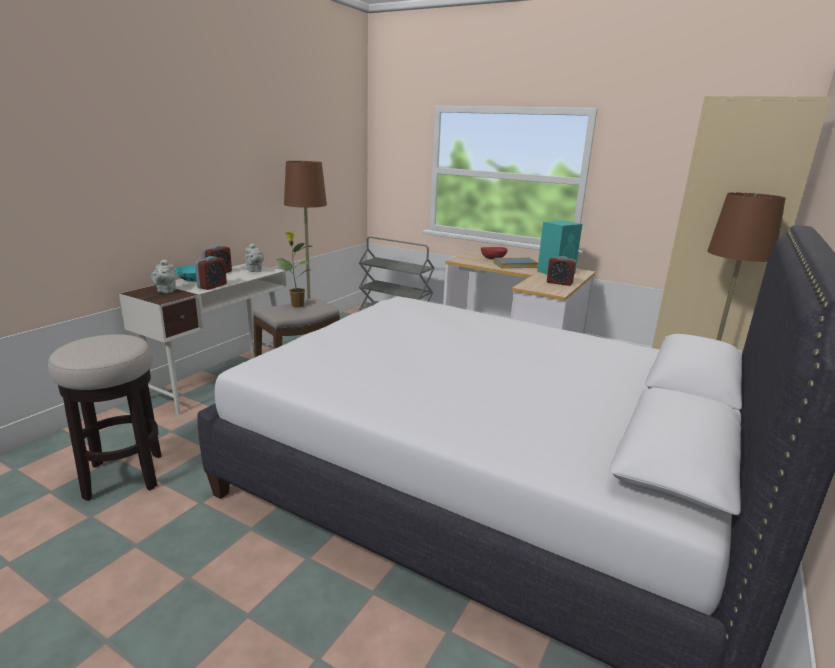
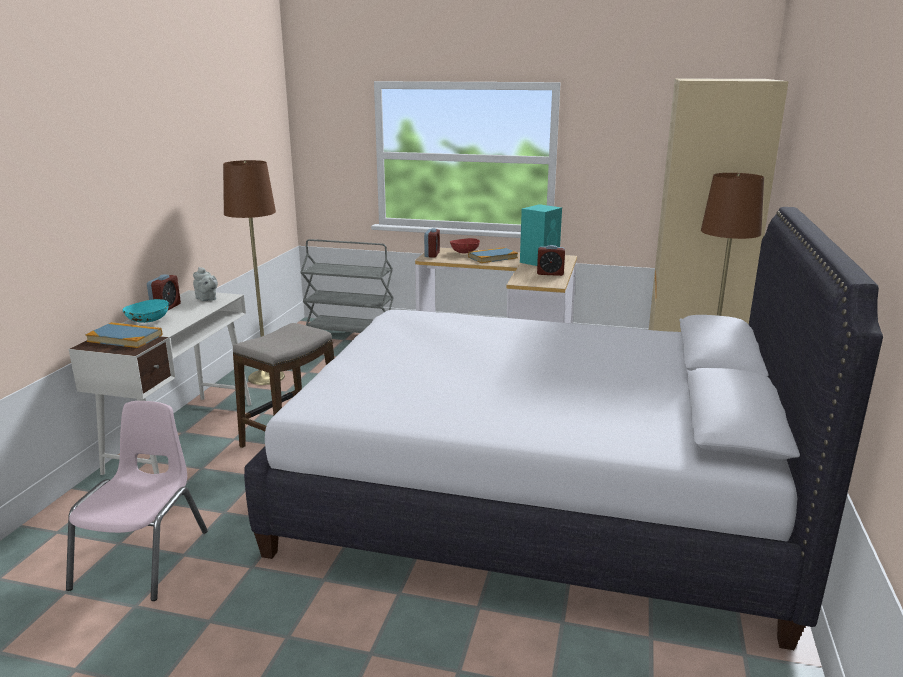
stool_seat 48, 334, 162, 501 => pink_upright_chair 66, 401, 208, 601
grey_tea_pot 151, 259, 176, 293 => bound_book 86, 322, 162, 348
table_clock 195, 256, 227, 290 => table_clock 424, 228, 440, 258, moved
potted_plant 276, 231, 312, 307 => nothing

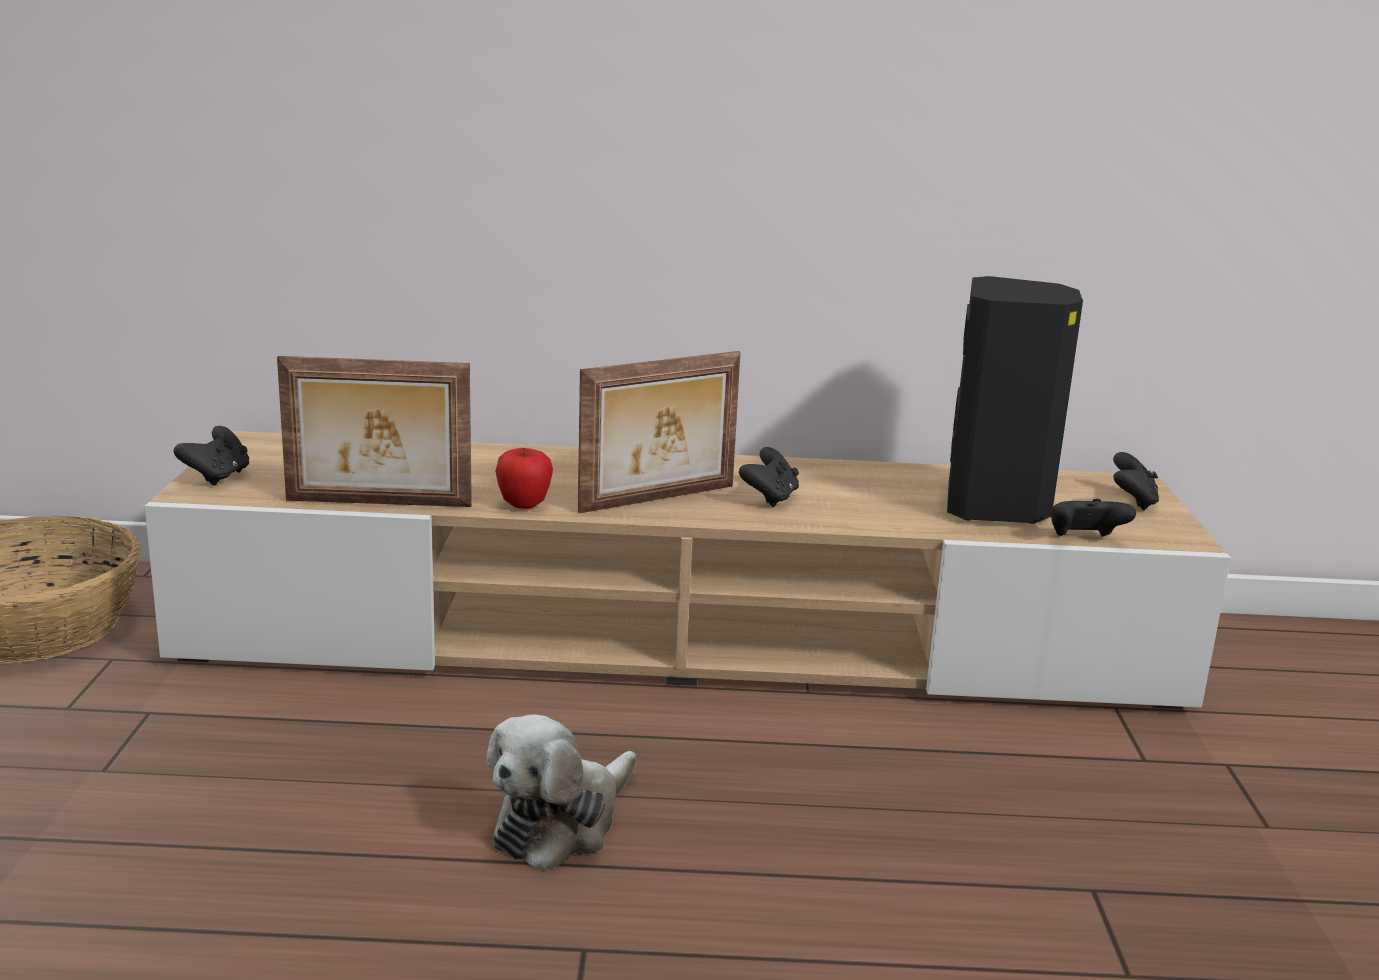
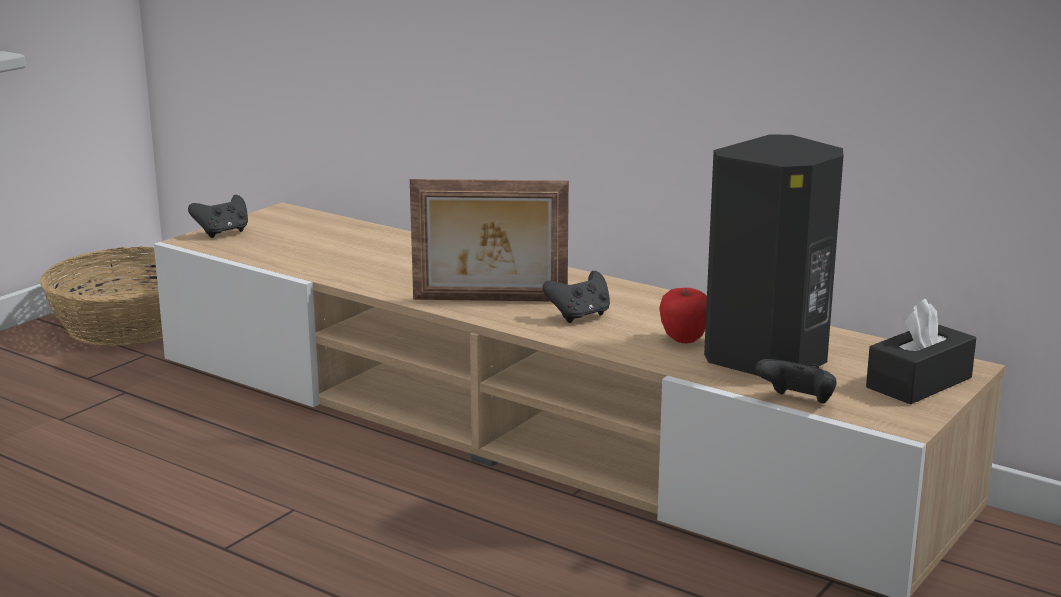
photo_frame 277, 356, 472, 507 => nothing
soft_toy 487, 714, 636, 871 => nothing
apple 495, 448, 553, 509 => apple 659, 288, 707, 343, moved
black-coloured_joypad 1113, 452, 1159, 511 => black-coloured_tissue_holder 866, 299, 976, 404

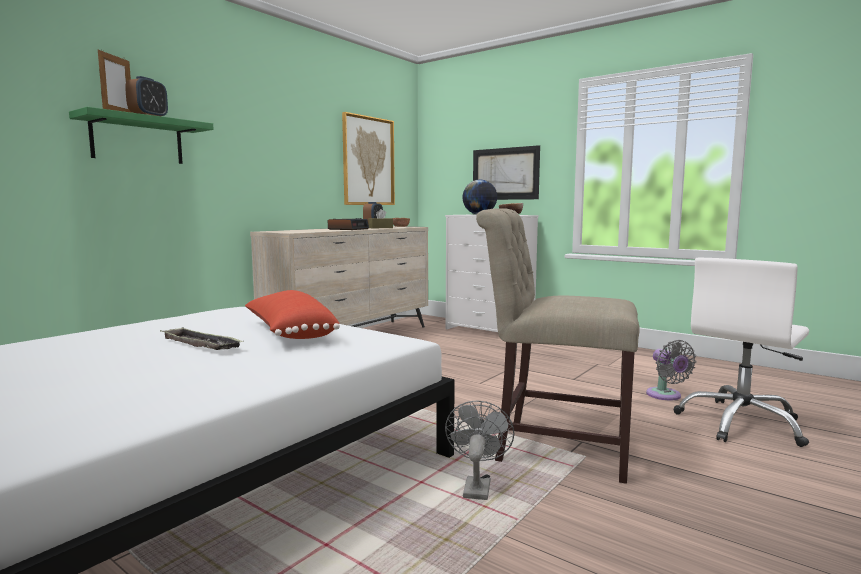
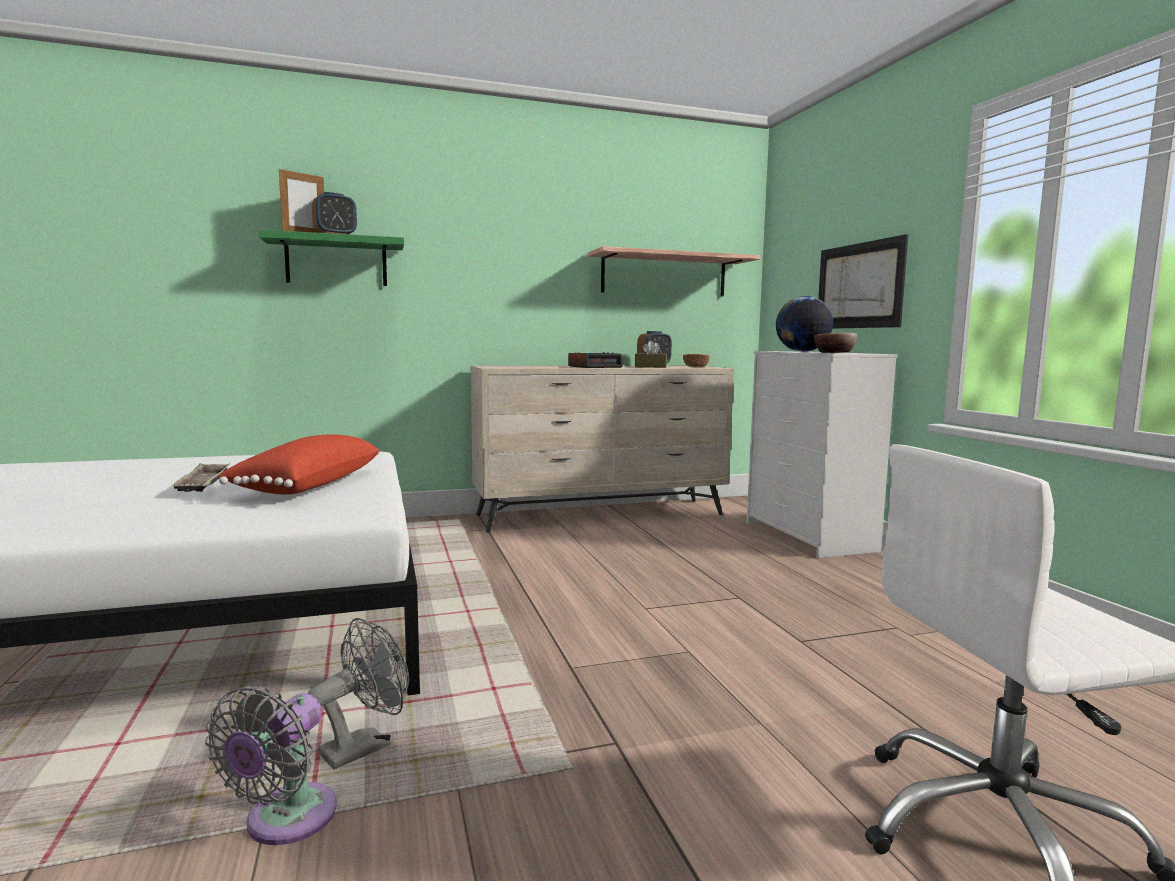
picture 342, 112, 395, 205 => wall_shelf 588, 246, 760, 297
sand-coloured_upright_chair 476, 208, 640, 484 => nothing
grey_cooling_fan 646, 340, 697, 400 => grey_cooling_fan 205, 686, 337, 845, moved

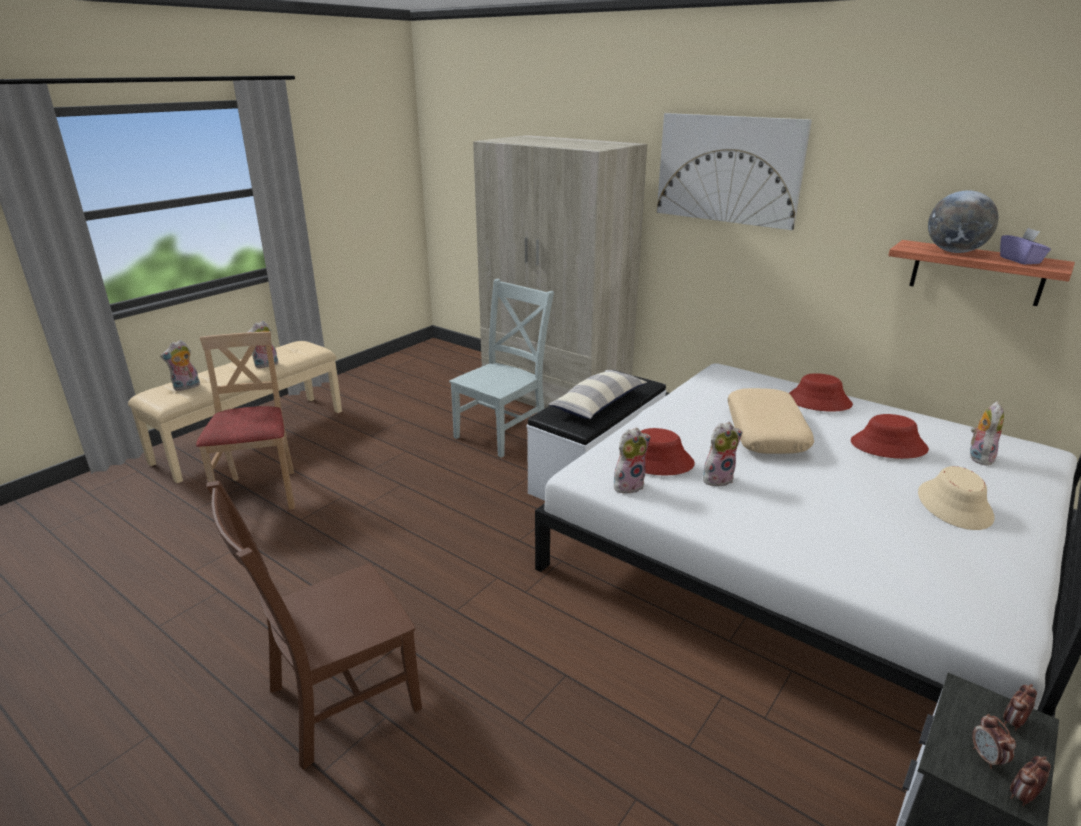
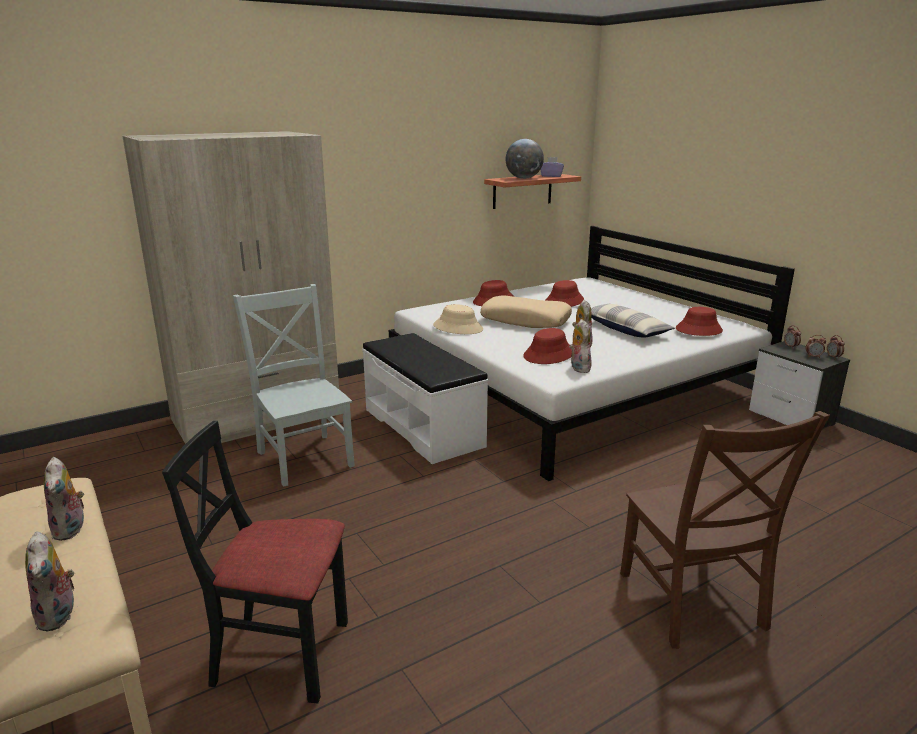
sand-coloured_upright_chair 196, 332, 295, 510 => black-coloured_upright_chair 162, 421, 348, 703
cushion 548, 370, 647, 419 => cushion 591, 304, 675, 338, moved
picture 657, 113, 812, 230 => nothing
sand-coloured_wearable_hat 918, 466, 995, 530 => sand-coloured_wearable_hat 433, 304, 483, 334, moved
soft_toy 970, 402, 1004, 465 => nothing
nothing => red_wearable_hat 676, 307, 723, 336

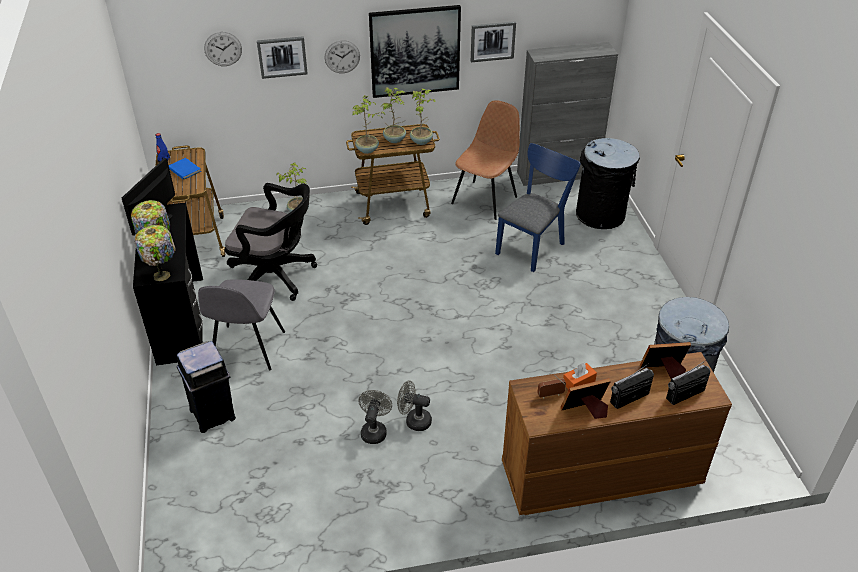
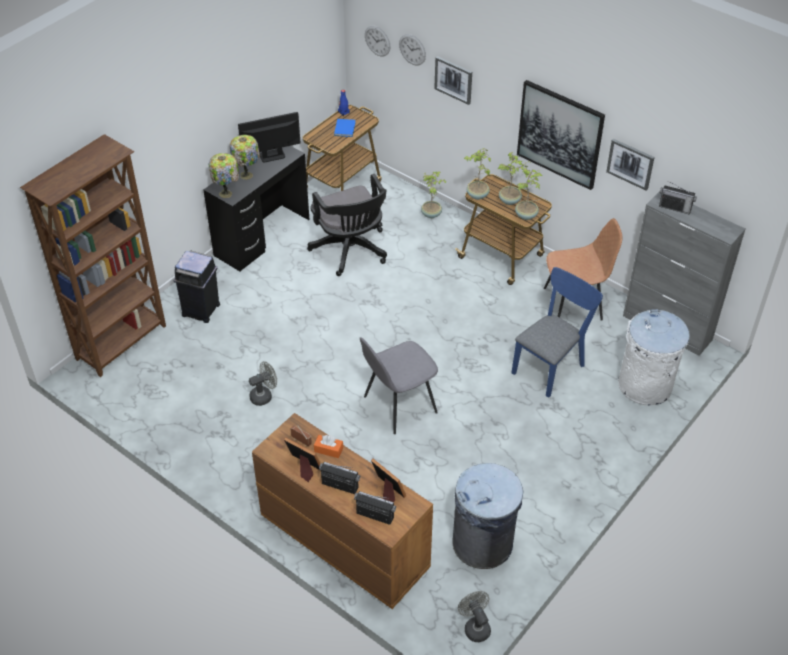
grey_upright_chair 198, 279, 285, 371 => grey_upright_chair 360, 337, 438, 434, moved
wall_clock 324, 40, 360, 73 => wall_clock 365, 26, 390, 56, moved
grey_cooling_fan 397, 381, 432, 431 => grey_cooling_fan 458, 591, 491, 642, moved
bluish_upright_chair 495, 143, 580, 272 => bluish_upright_chair 511, 267, 603, 398, 45 degrees counterclockwise
black-coloured_trash_can 576, 138, 640, 229 => white-coloured_trash_can 618, 309, 690, 406
nothing => brown_bookshelf 20, 134, 166, 377
nothing => radio 659, 181, 697, 215

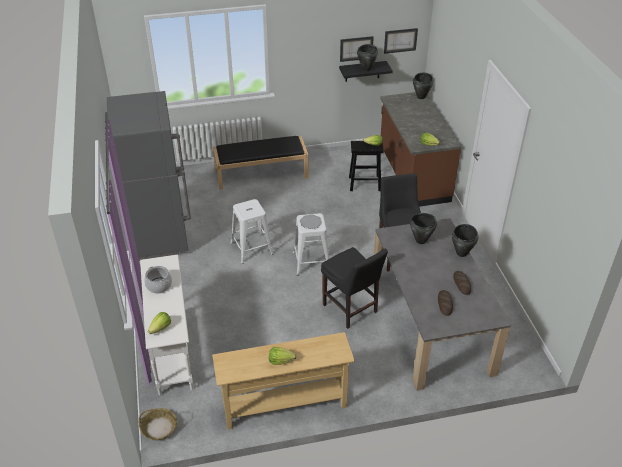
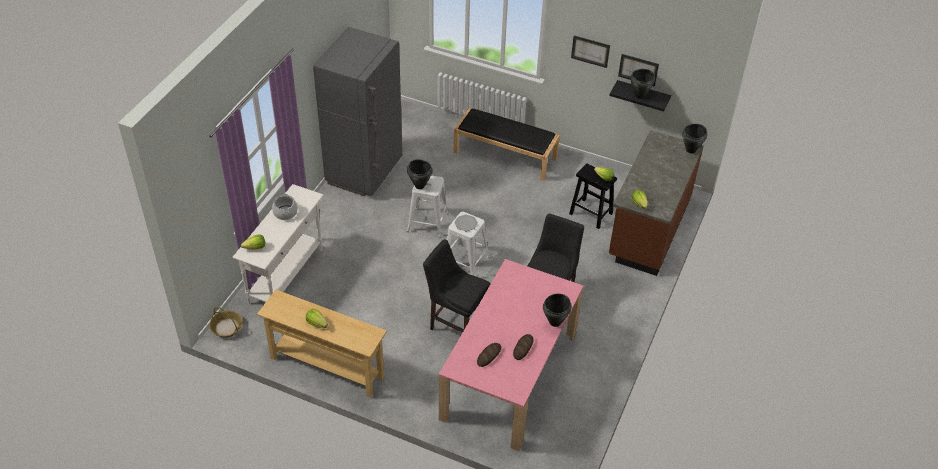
black-coloured_upright_chair 321, 247, 388, 329 => black-coloured_upright_chair 423, 239, 490, 333, 120 degrees clockwise
grey_dining_table 374, 218, 511, 391 => pink_dining_table 439, 259, 583, 451
picture 384, 28, 418, 54 => picture 571, 36, 610, 68, moved
black-coloured_stockpot 410, 213, 437, 244 => black-coloured_stockpot 407, 159, 433, 189, moved

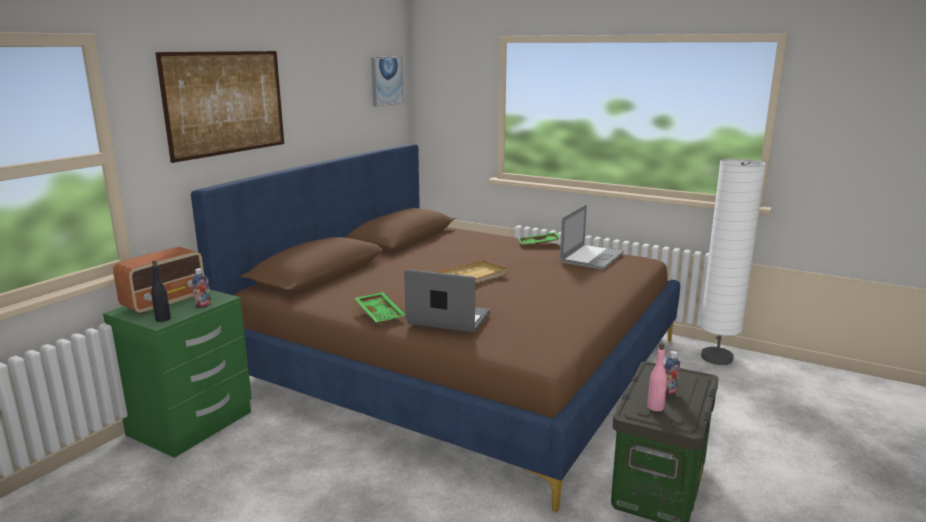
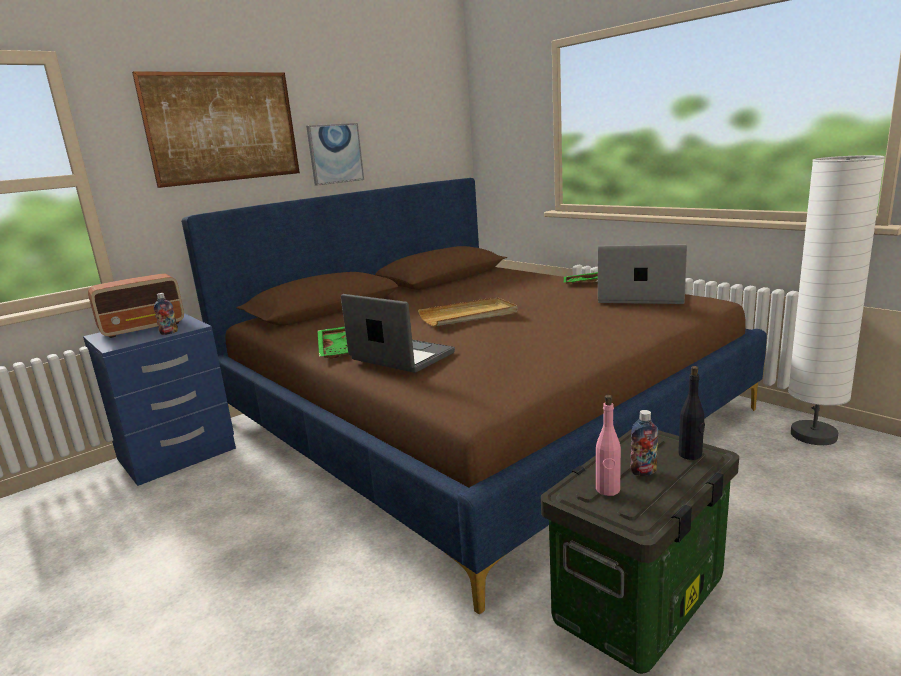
greenish_nightstand 103, 289, 252, 458 => bluish_nightstand 83, 313, 236, 486
black-coloured_beverage_bottle 151, 260, 171, 322 => black-coloured_beverage_bottle 678, 366, 705, 460, moved
picture 371, 56, 403, 107 => picture 306, 123, 364, 186, moved
portable_computer 560, 204, 624, 270 => portable_computer 598, 244, 687, 304, 120 degrees counterclockwise

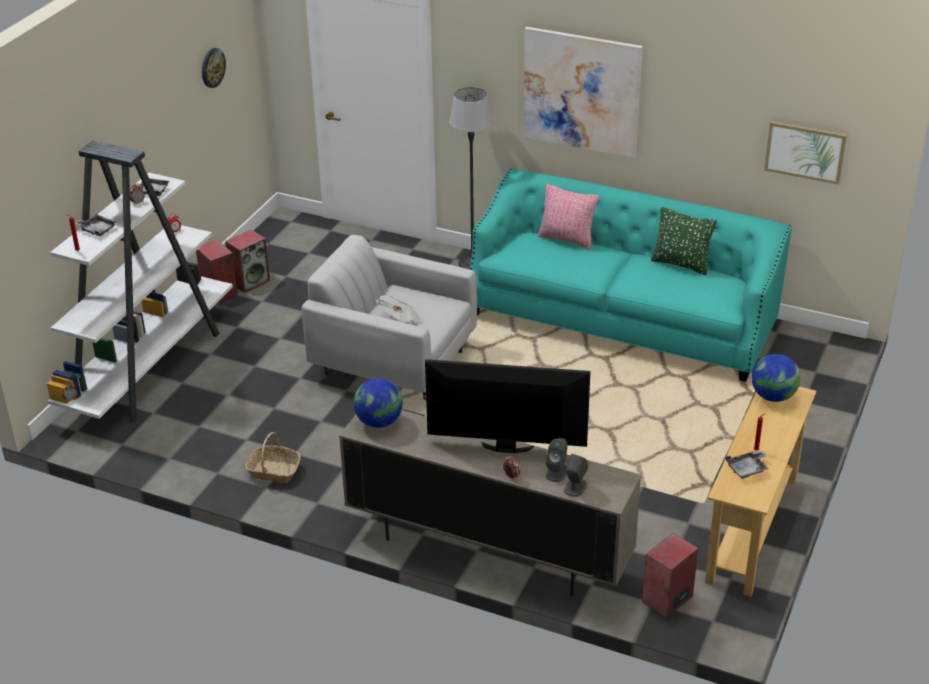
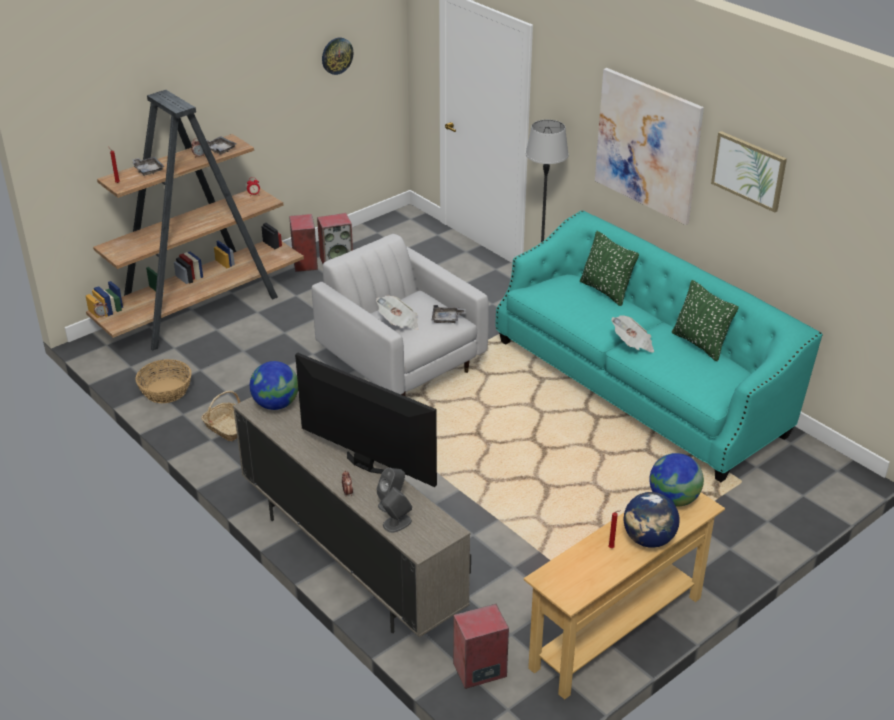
white-coloured_bookshelf 47, 140, 233, 422 => brown_bookshelf 86, 90, 304, 351
pink_cushion 538, 184, 599, 249 => greenish_cushion 580, 231, 639, 306
grey_serving_tray 726, 451, 769, 479 => grey_serving_tray 432, 305, 466, 323, moved
picture 764, 121, 847, 184 => picture 711, 131, 787, 213, moved
nothing => basket 136, 359, 192, 403
nothing => printed_paper 612, 315, 654, 353
nothing => world_globe 624, 492, 680, 548

